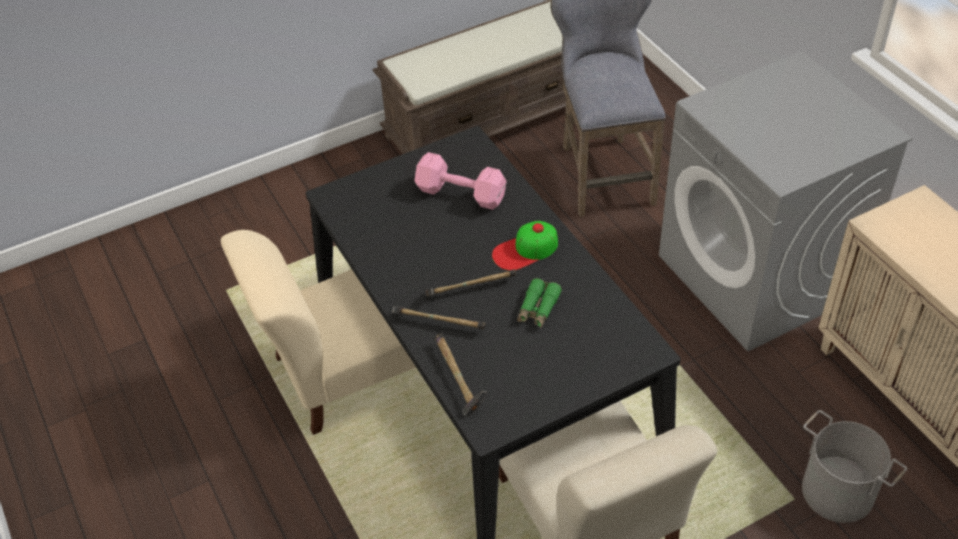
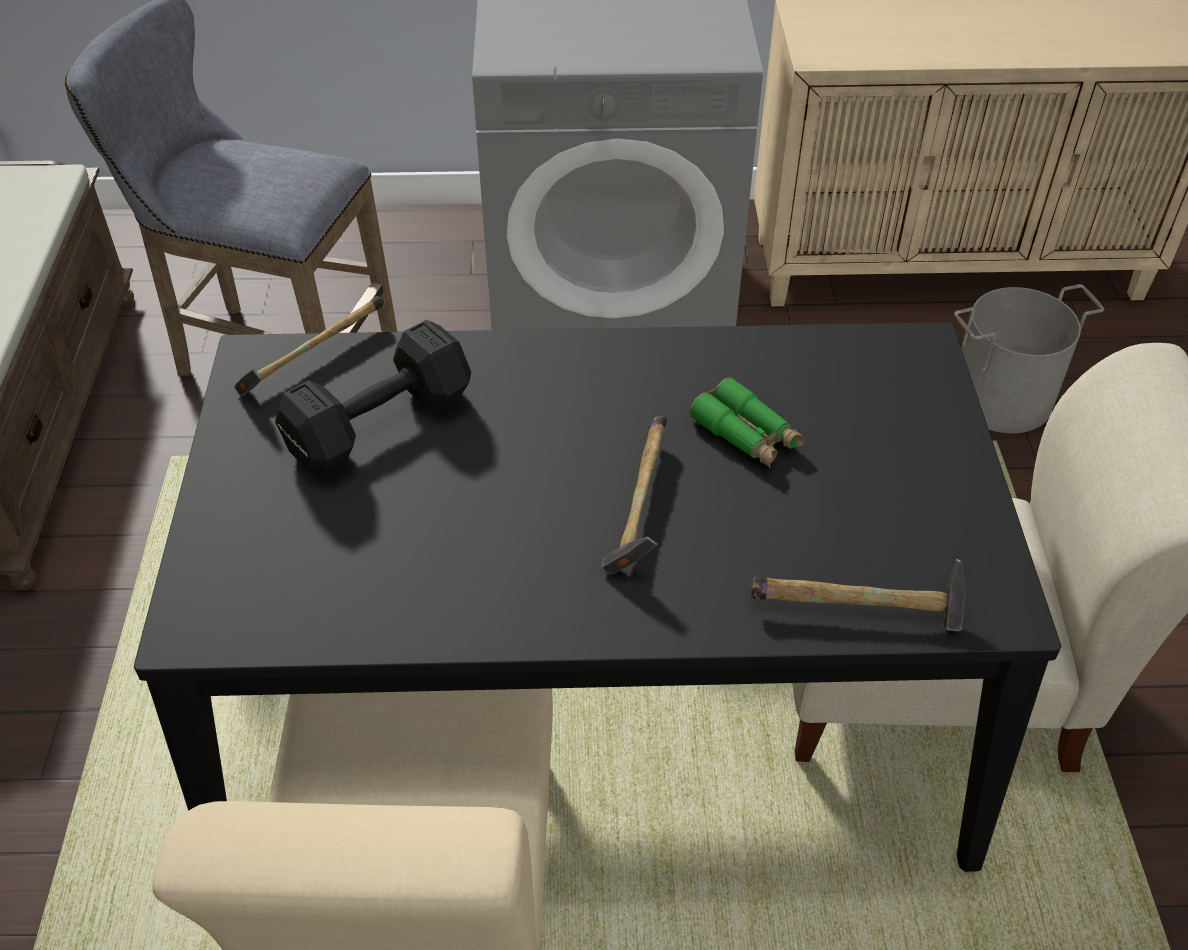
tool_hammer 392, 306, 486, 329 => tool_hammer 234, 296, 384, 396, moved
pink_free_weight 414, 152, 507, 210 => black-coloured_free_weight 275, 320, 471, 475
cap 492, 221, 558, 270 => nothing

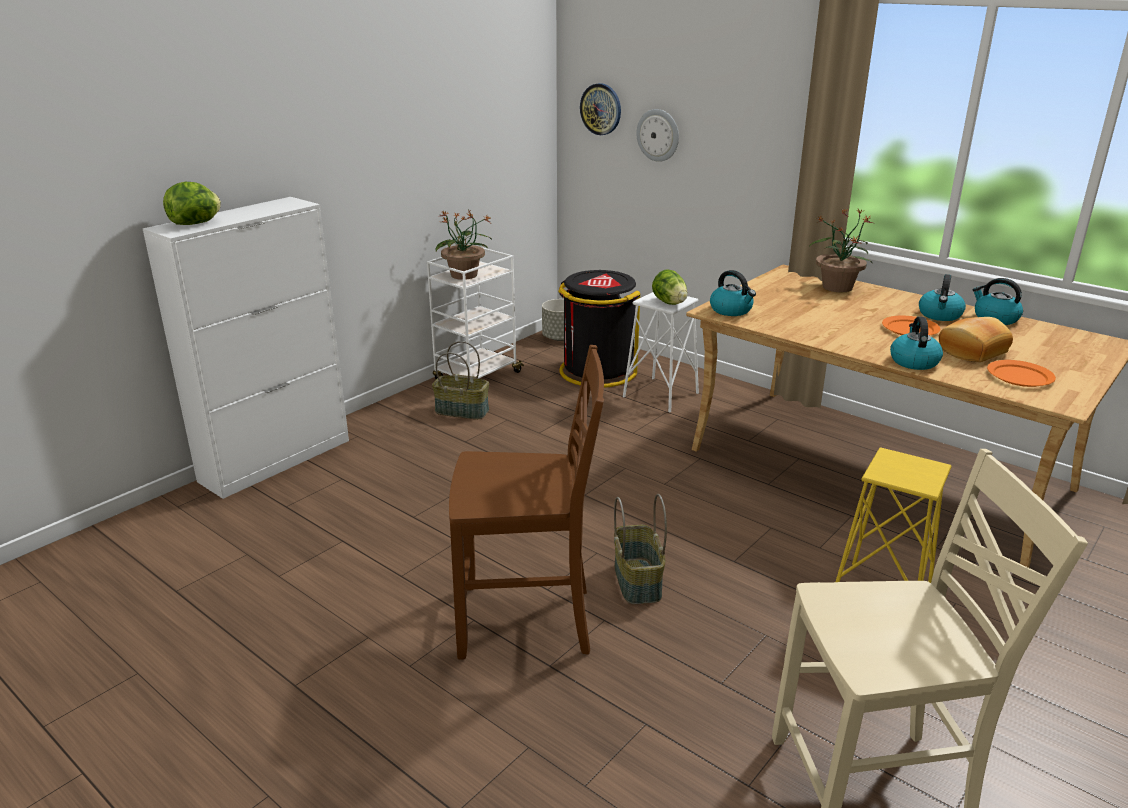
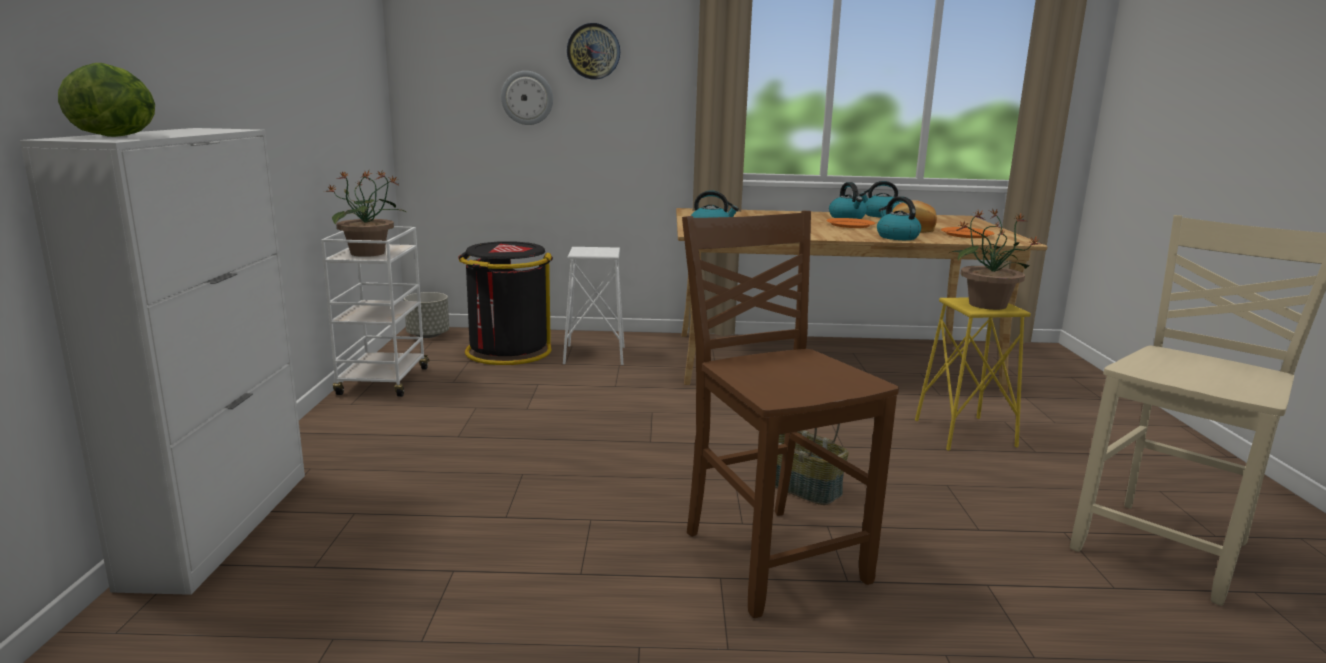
basket 432, 341, 489, 419 => nothing
brown_upright_chair 449, 345, 604, 660 => brown_upright_chair 682, 211, 899, 618, 75 degrees counterclockwise
wall_clock 580, 83, 621, 135 => wall_clock 567, 23, 620, 80, moved
lettuce 652, 270, 688, 305 => nothing
potted_plant 809, 209, 873, 292 => potted_plant 949, 208, 1040, 310, moved

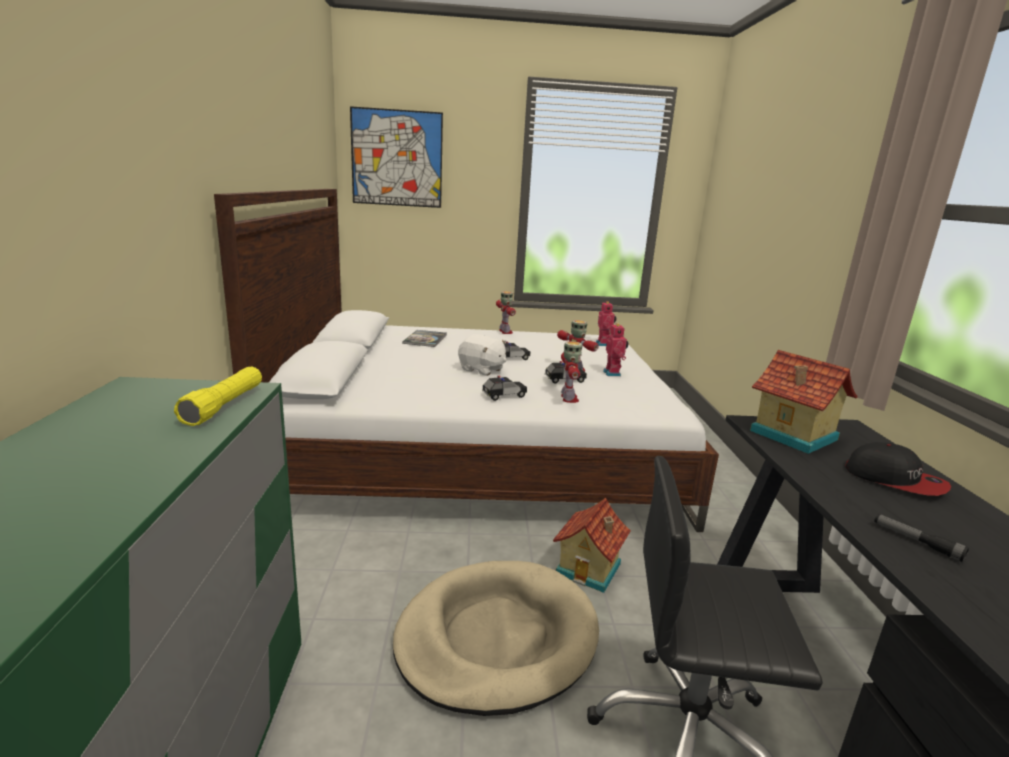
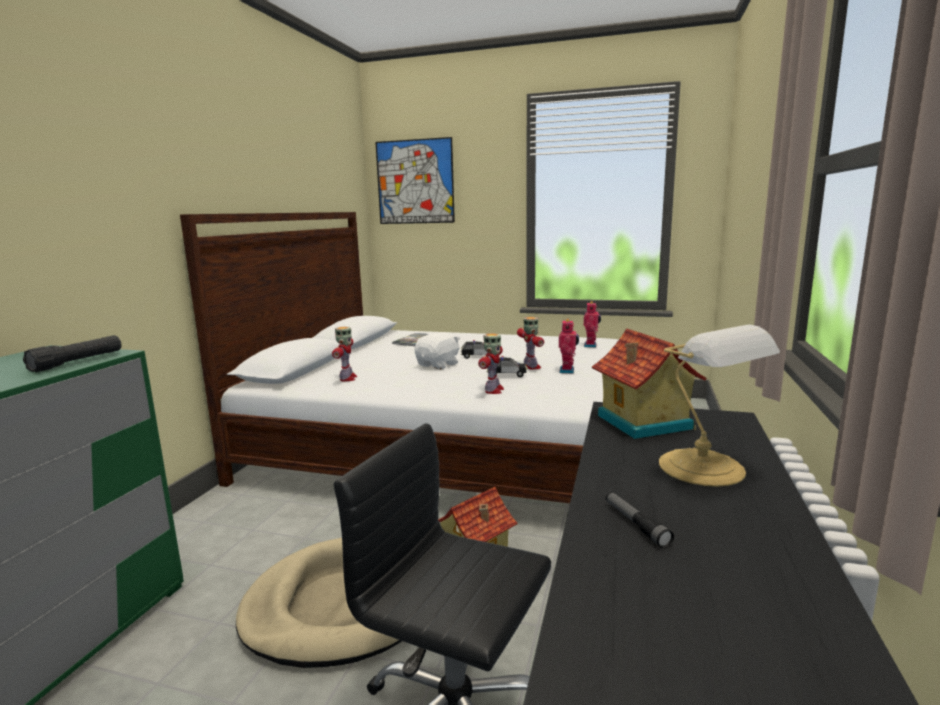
yellow_flashlight 174, 367, 262, 426 => black-coloured_flashlight 23, 335, 122, 372
white-coloured_soft_toy 458, 334, 506, 376 => white-coloured_soft_toy 415, 332, 460, 369, 105 degrees counterclockwise
model_car 482, 376, 527, 401 => nothing
robot_figure 496, 291, 516, 334 => robot_figure 332, 327, 357, 381, moved
cap 845, 442, 951, 496 => lamp_for_a_table 659, 324, 780, 487

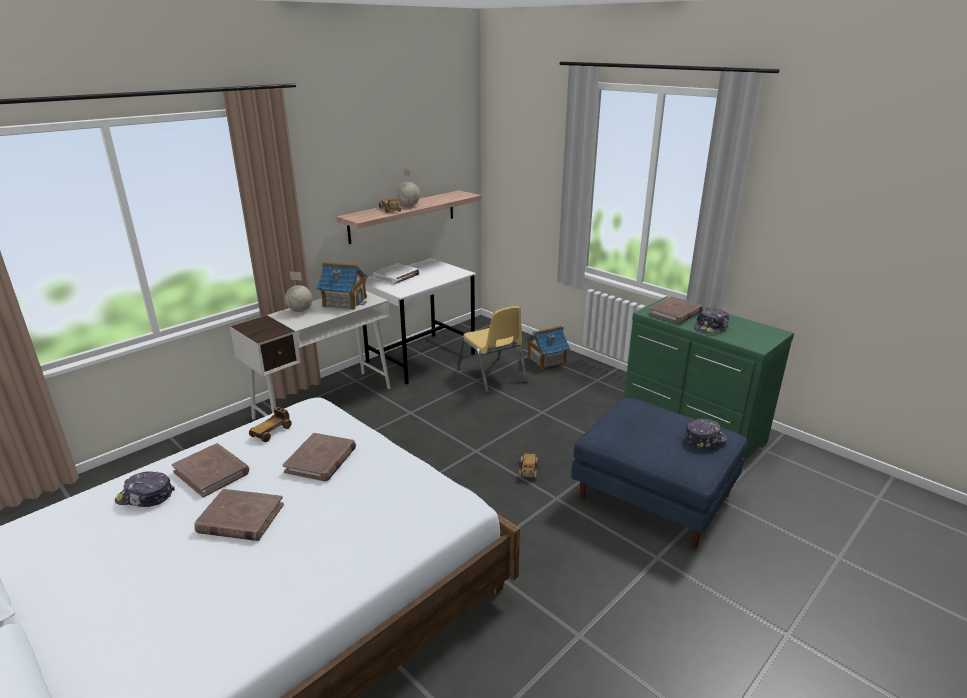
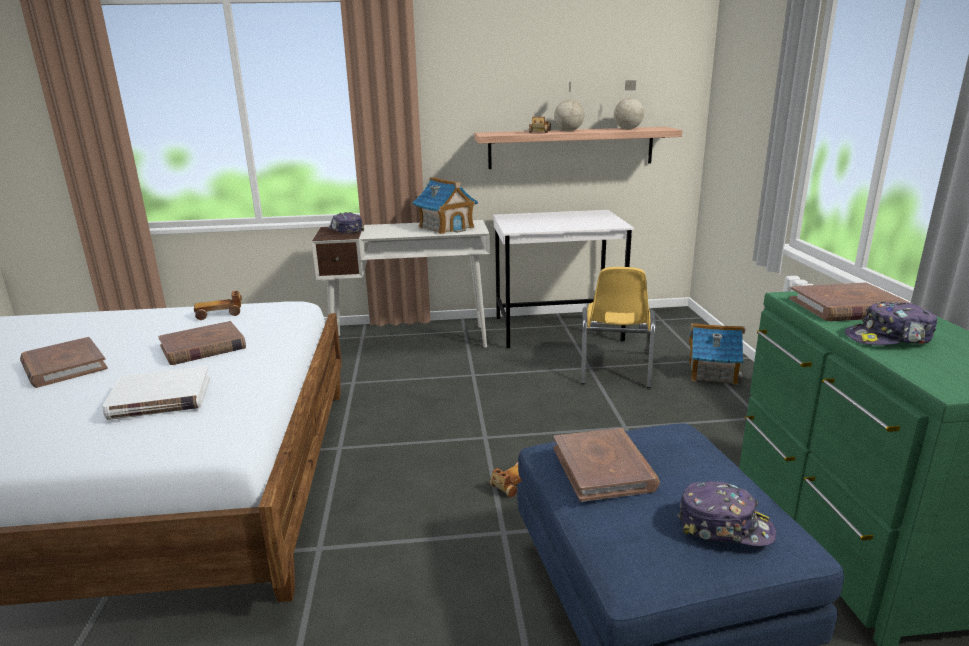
cap 115, 471, 175, 507 => cap 328, 212, 364, 233, moved
brown_bound_book 171, 443, 249, 497 => brown_bound_book 553, 428, 660, 502, moved
world_globe 285, 271, 313, 312 => world_globe 614, 80, 644, 129, moved
white-coloured_bound_book 373, 263, 420, 284 => white-coloured_bound_book 102, 366, 210, 420, moved

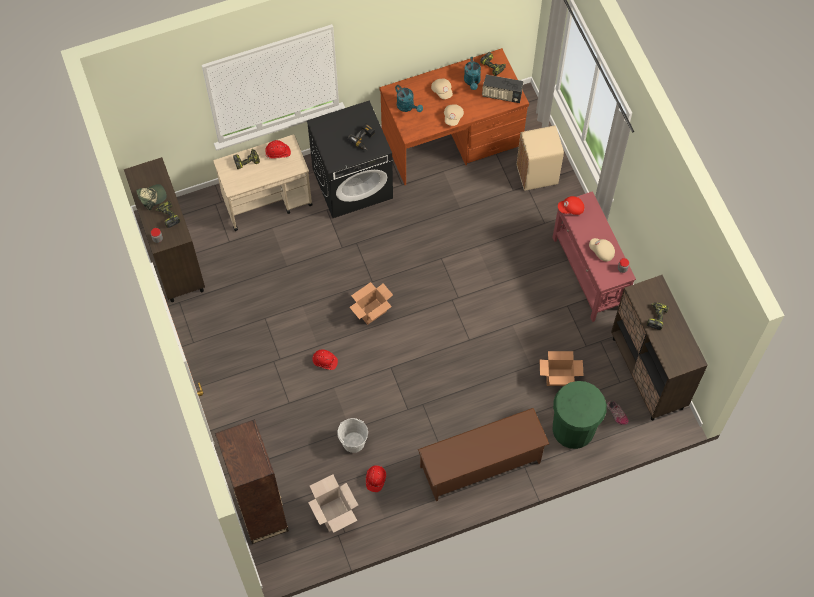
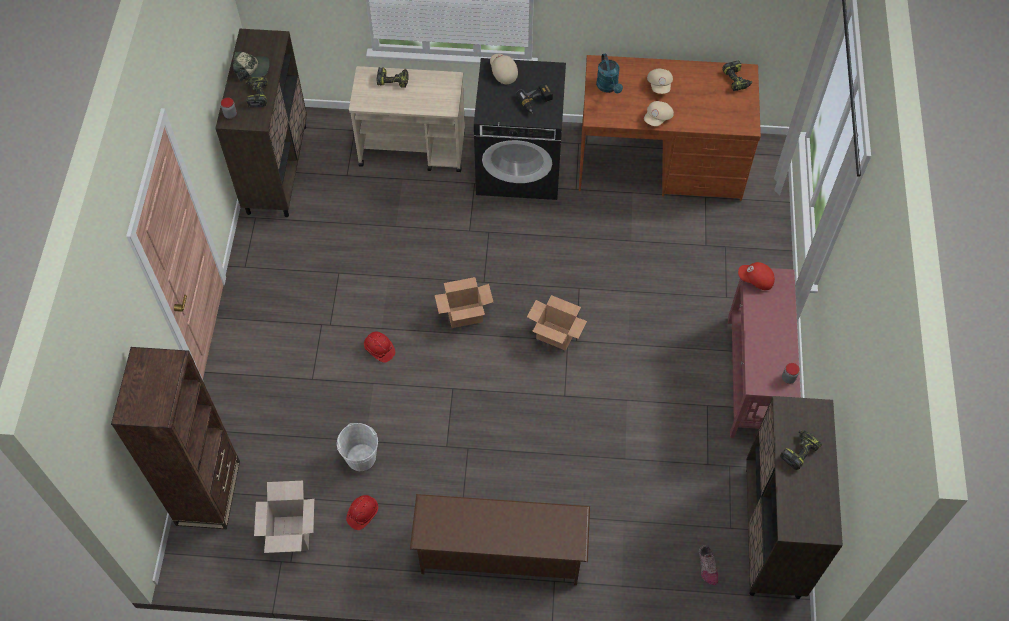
red_hard_hat 265, 140, 291, 158 => nothing
turquoise-coloured_sprinkling_can 464, 57, 481, 90 => nothing
radio 482, 74, 523, 103 => nothing
sand-coloured_trash_can 517, 125, 564, 191 => nothing
packing_box 539, 351, 584, 386 => packing_box 527, 295, 587, 351, moved
greenish_trash_can 552, 381, 607, 449 => nothing
sand-coloured_cap 589, 238, 615, 262 => sand-coloured_cap 490, 54, 518, 84, moved

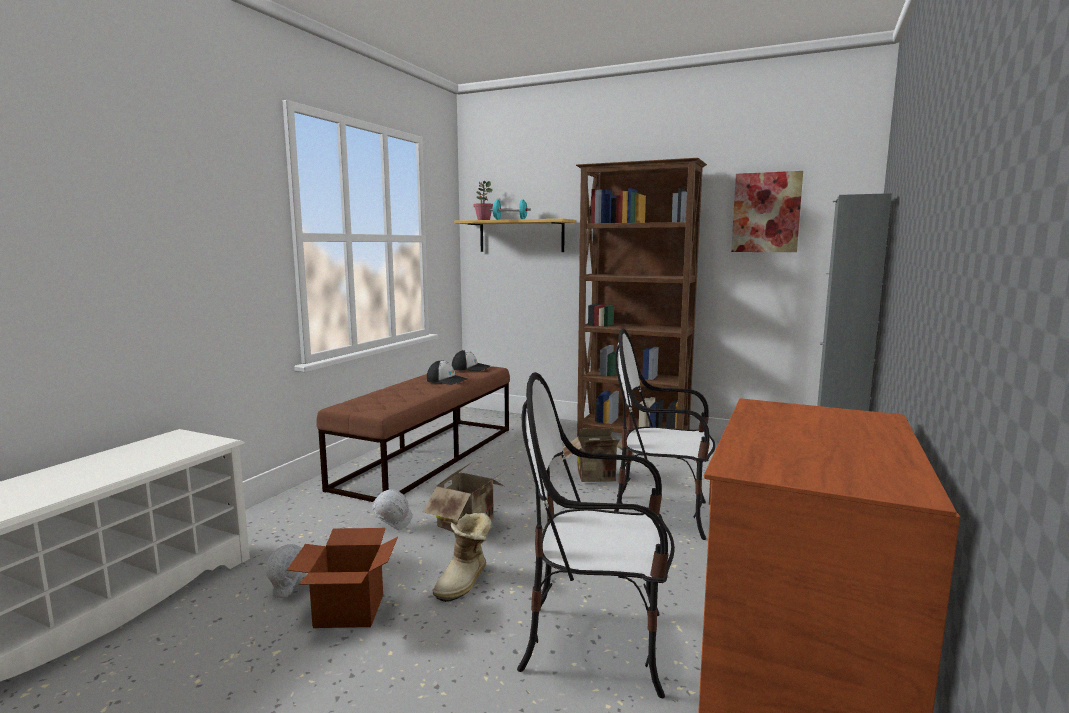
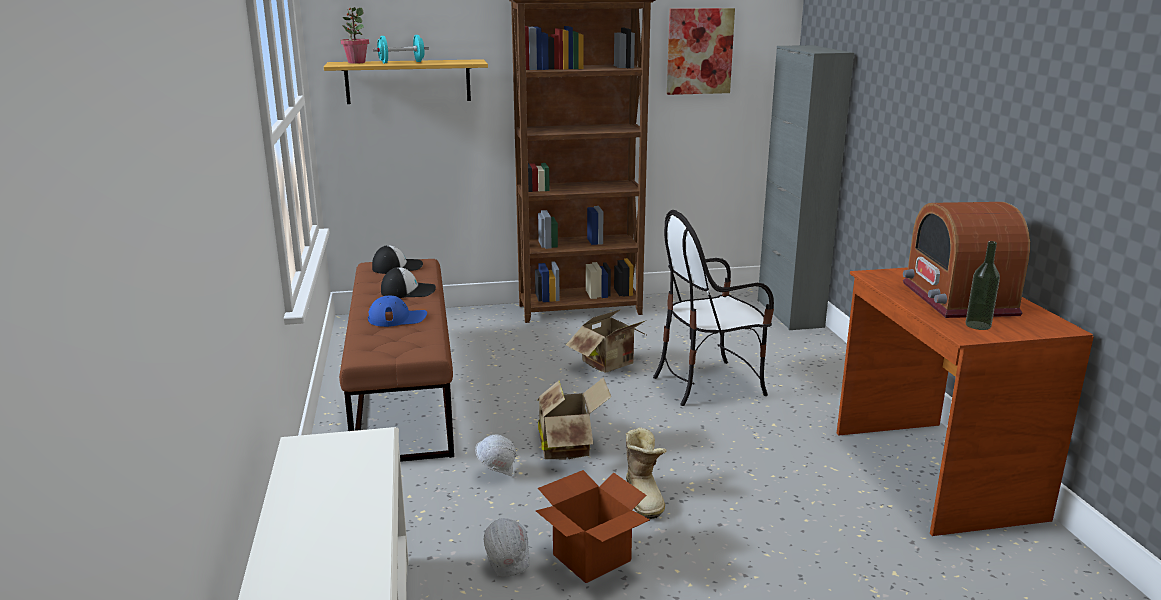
upright_chair 517, 372, 675, 698 => nothing
nothing => bluish_cap 368, 296, 427, 327
nothing => radio 903, 202, 1030, 318
nothing => beverage_bottle 966, 241, 1000, 330

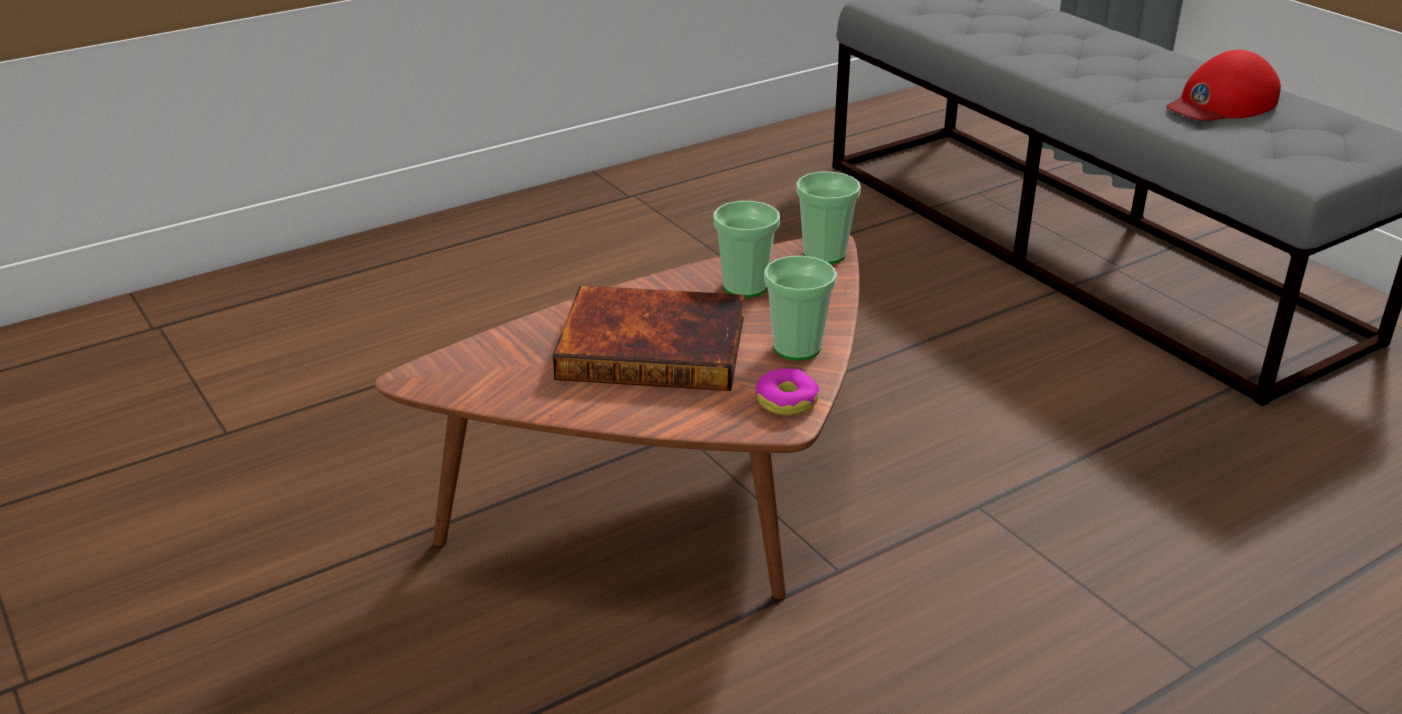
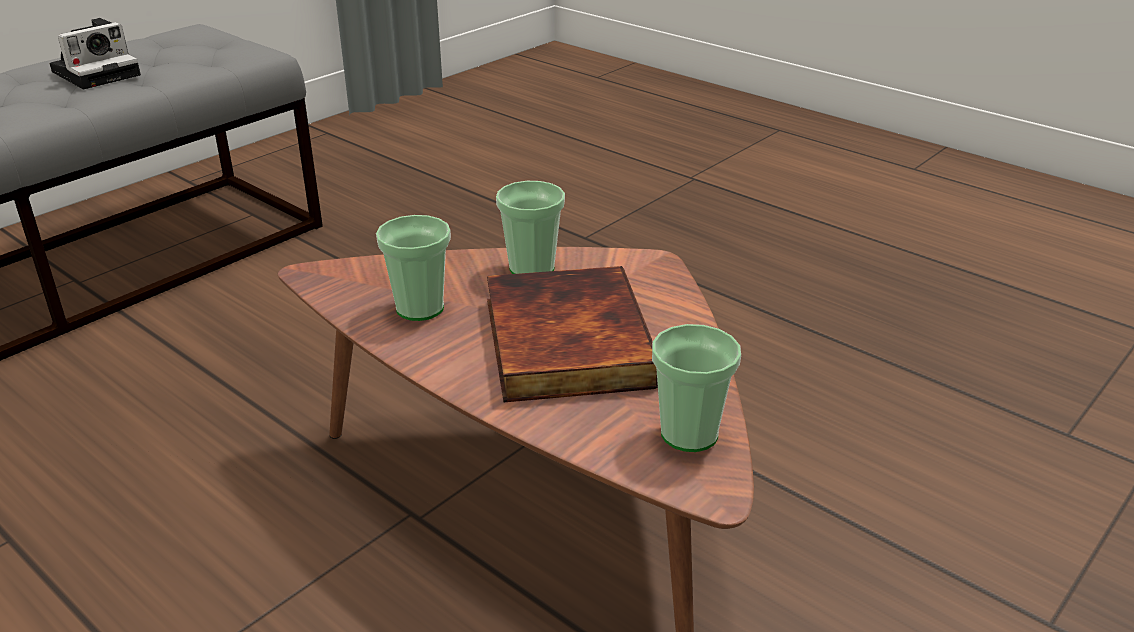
doughnut 755, 368, 819, 415 => nothing
cup 796, 171, 861, 264 => cup 652, 324, 741, 452, moved
red_cap 1166, 50, 1281, 121 => photo_camera 50, 18, 141, 89

